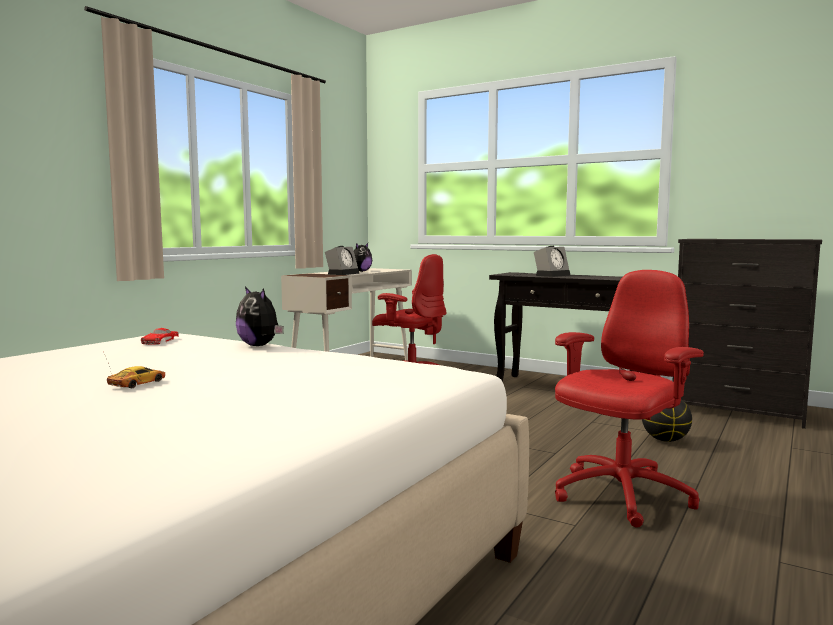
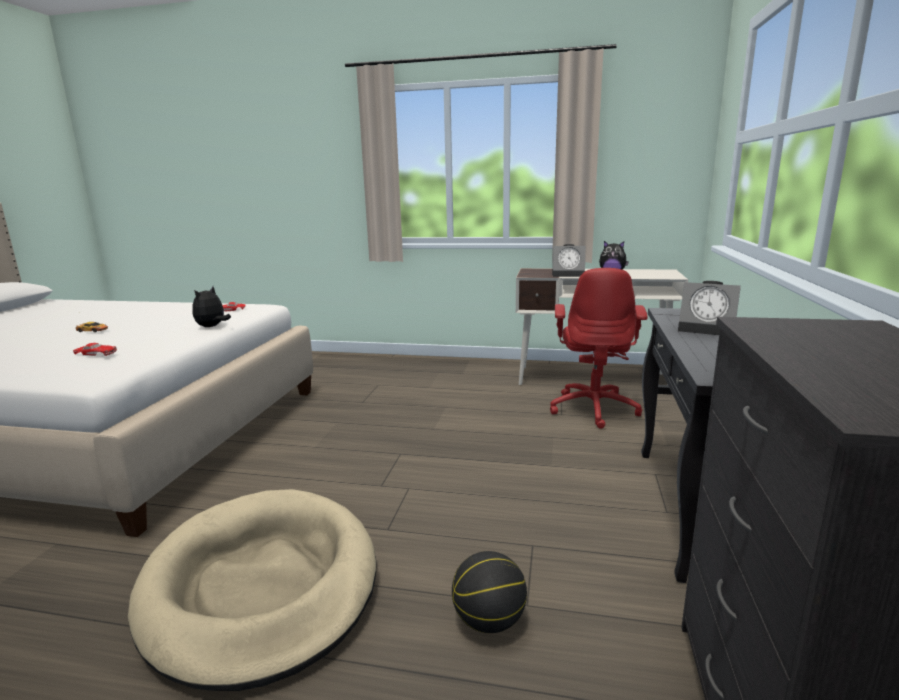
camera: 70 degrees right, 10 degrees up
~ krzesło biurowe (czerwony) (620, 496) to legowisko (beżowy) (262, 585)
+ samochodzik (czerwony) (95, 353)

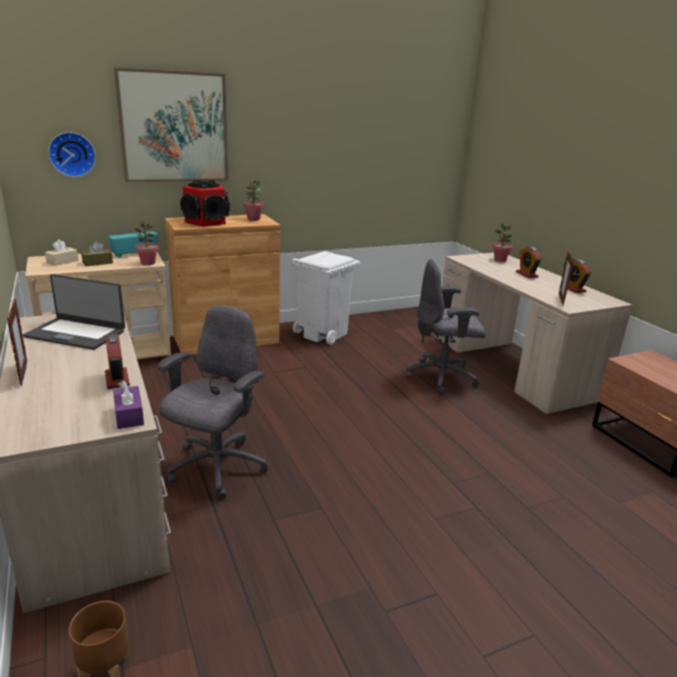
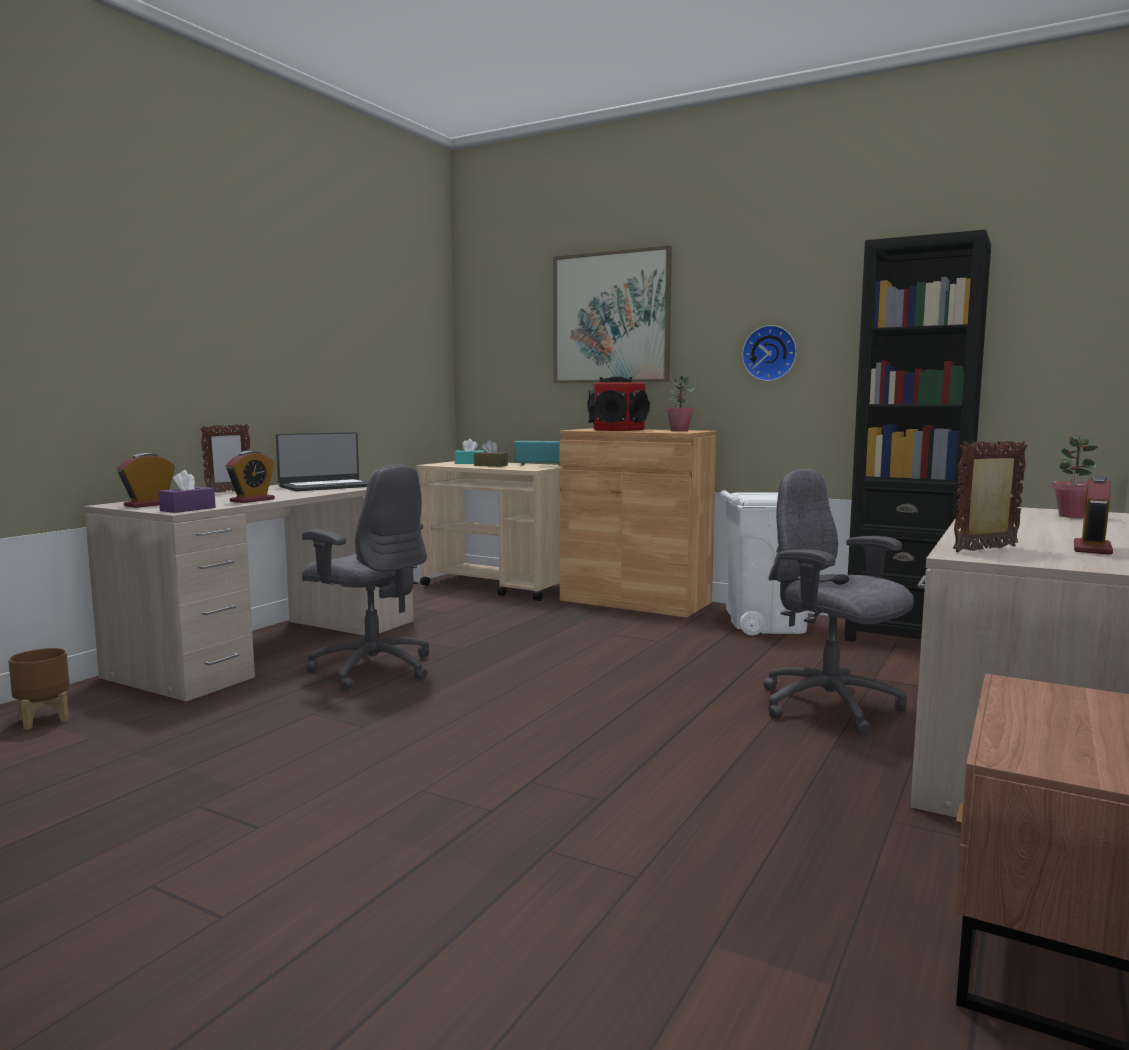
camera: 55 degrees right, 15 degrees down
~ laptop (76, 333) = (327, 486) 105 degrees counterclockwise
~ pudełko chusteczek (beżowy) (62, 262) to pudełko chusteczek (turkusowy) (470, 463)
~ zegar ścienny (72, 154) to (770, 353)
- roślina doniczkowa (148, 263)
~ krzesło biurowe (szary) (216, 468) = (372, 669) 45 degrees clockwise
~ budzik (526, 274) to (149, 505)
+ regał (czarny) (904, 637)

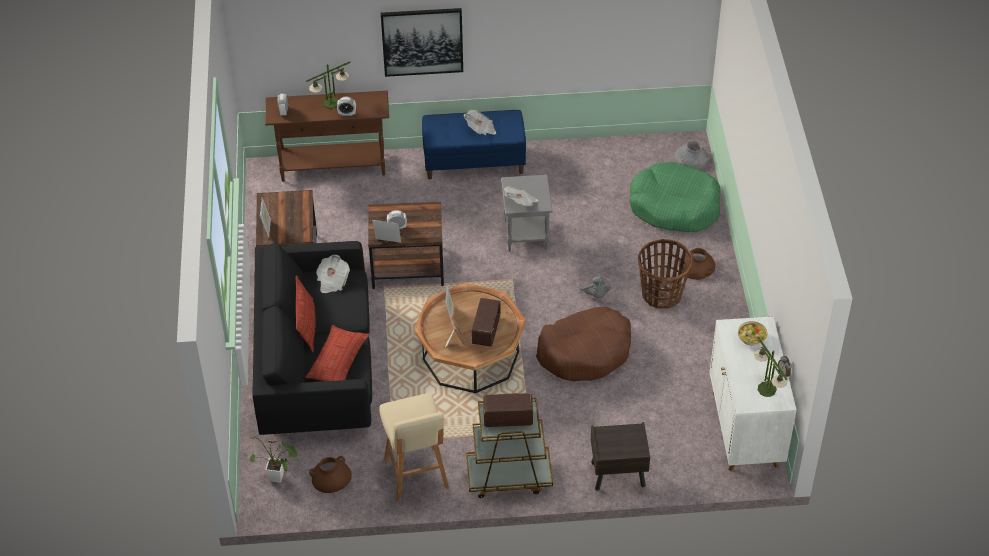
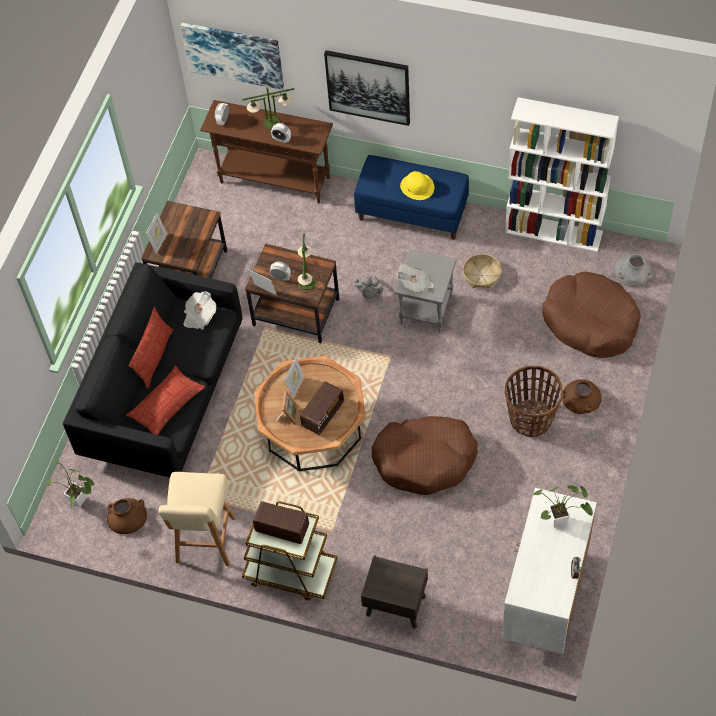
camera: 25 degrees right, 10 degrees up
~ gazeta (480, 129) to kapelusz (żółty) (417, 187)
~ pluszak (szary) (595, 294) to (368, 292)
~ legowisko (zielony) (674, 206) to legowisko (brązowy) (590, 322)
~ miska (752, 338) to roślina doniczkowa (561, 520)
~ lampa stołowa (766, 389) to (307, 282)
+ obraz (233, 54)
+ koszyk (481, 275)
+ regał (biały) (554, 232)

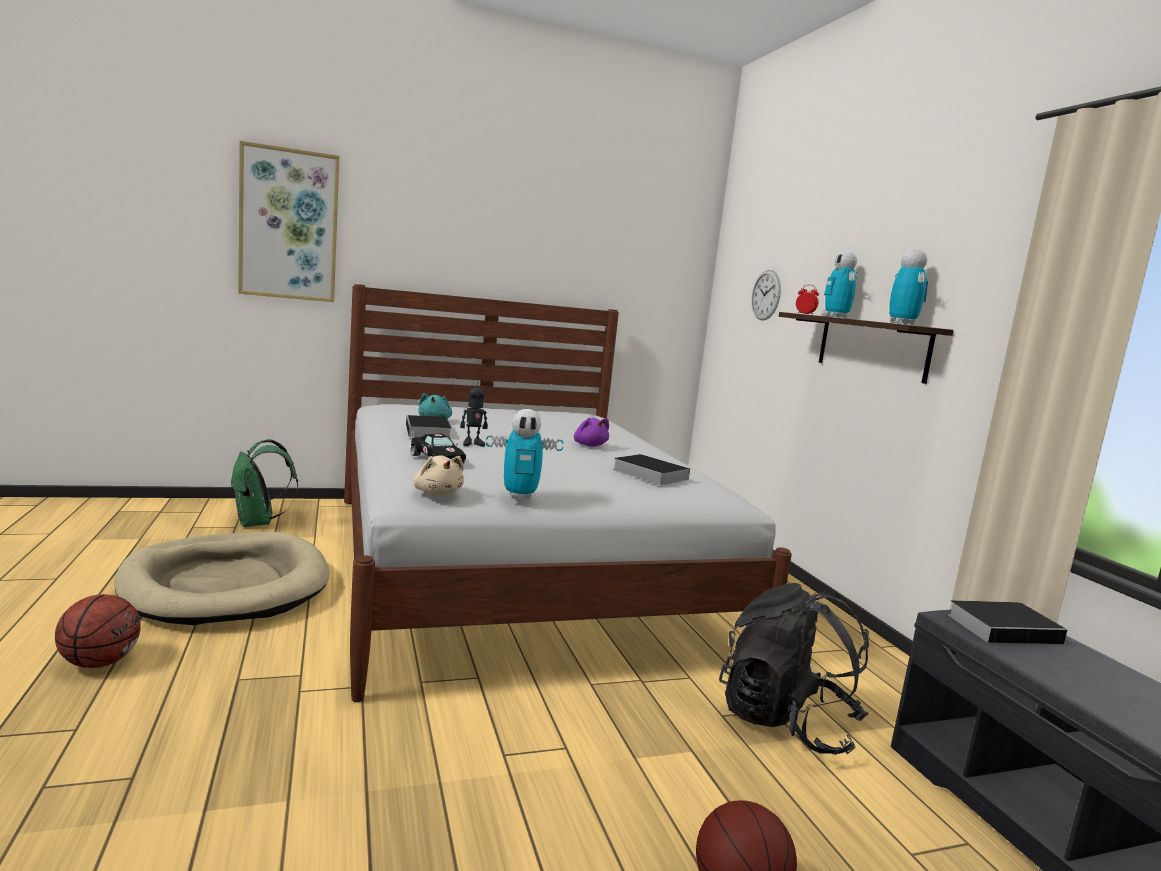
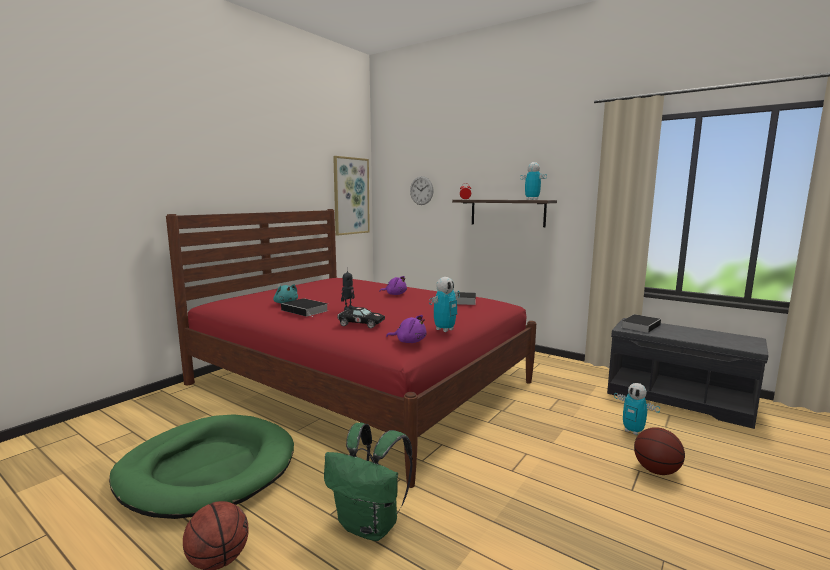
camera: 35 degrees left, 0 degrees up
~ legowisko (beżowy) (226, 585) to legowisko (zielony) (207, 469)
~ plecak (zielony) (258, 523) to (370, 525)
~ obraz (289, 225) to (351, 196)
~ łóżko (biały) (515, 568) to łóżko (czerwony) (360, 383)
~ pluszak (beżowy) (437, 493) to pluszak (fioletowy) (409, 341)
- plecak (czarny) (786, 722)
~ robot zabawkowy (836, 317) to (633, 431)

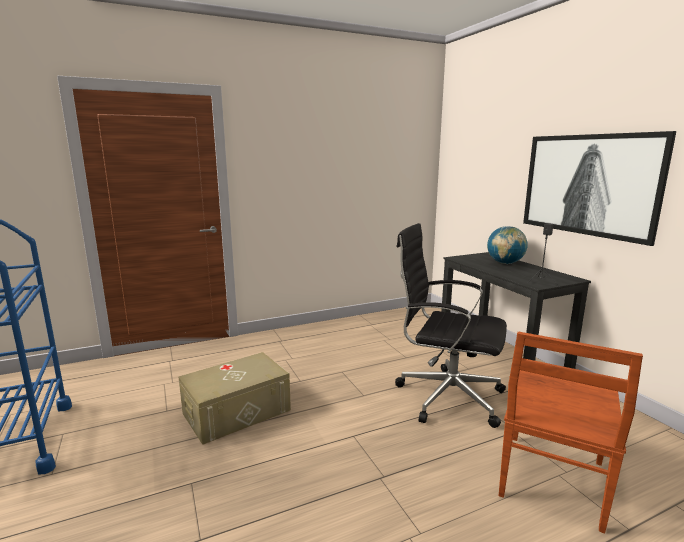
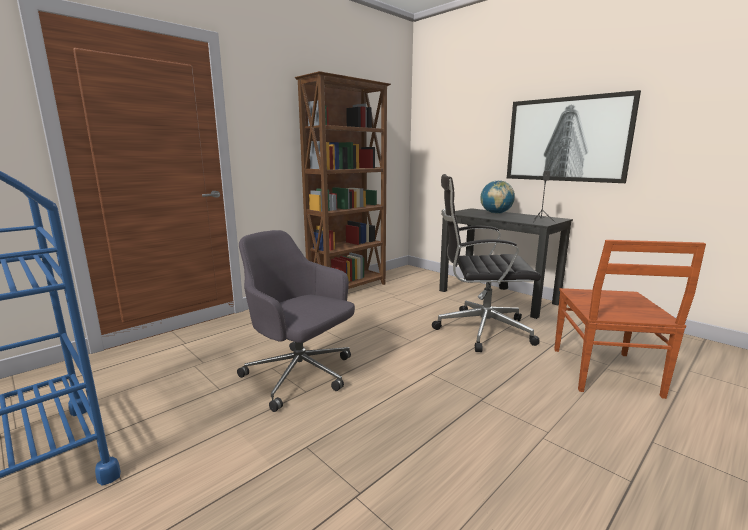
camera: 20 degrees left, 0 degrees up
~ pojemnik do przechowywania (beżowy) (237, 412) to krzesło biurowe (szary) (301, 375)
+ regał (brązowy) (349, 289)

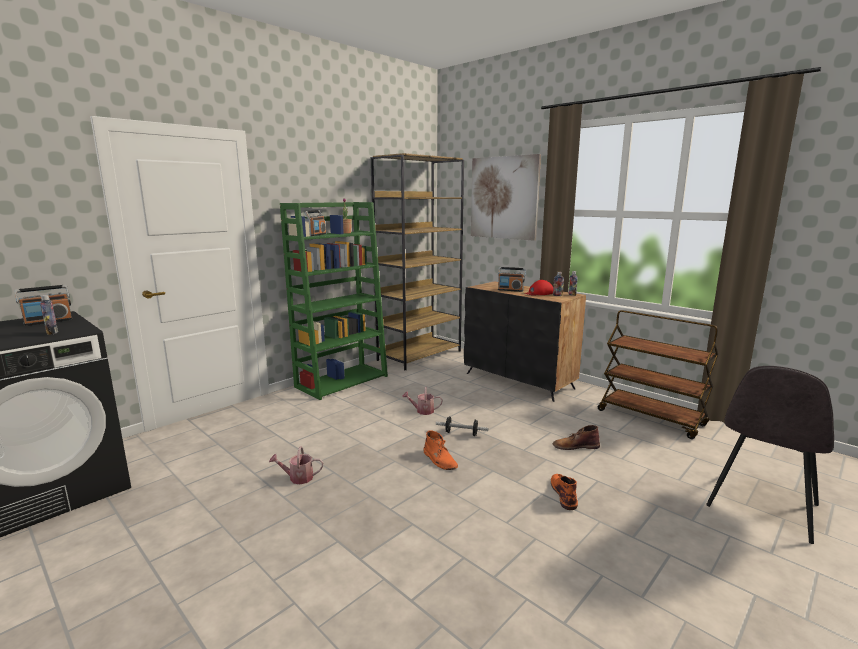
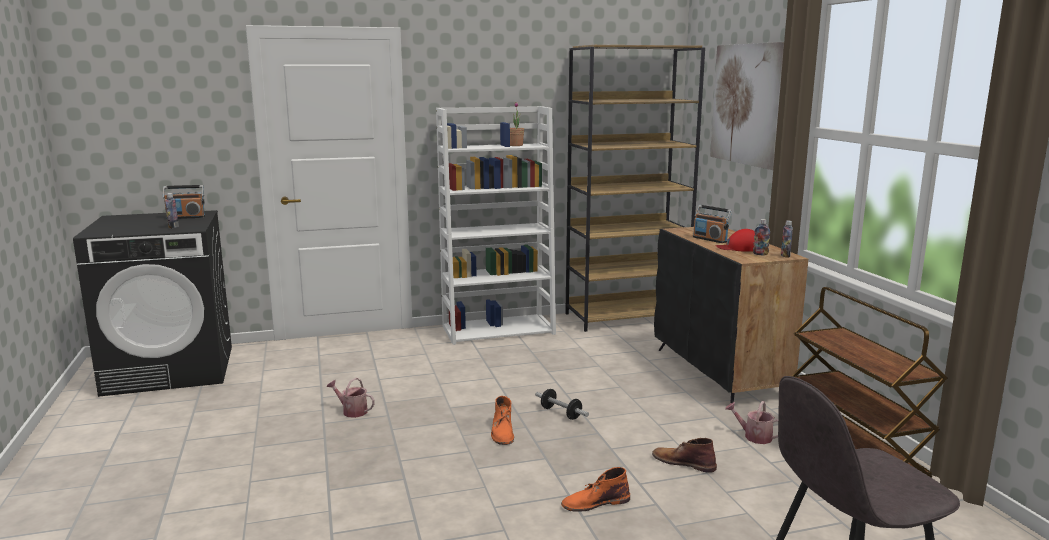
camera: 30 degrees right, 0 degrees up
~ regał (zielony) (342, 381) to regał (biały) (499, 329)
- radio (316, 235)
~ konewka (422, 411) to (754, 436)
~ but z cholewką (pomarańczowy) (563, 493) = (595, 502) 135 degrees counterclockwise

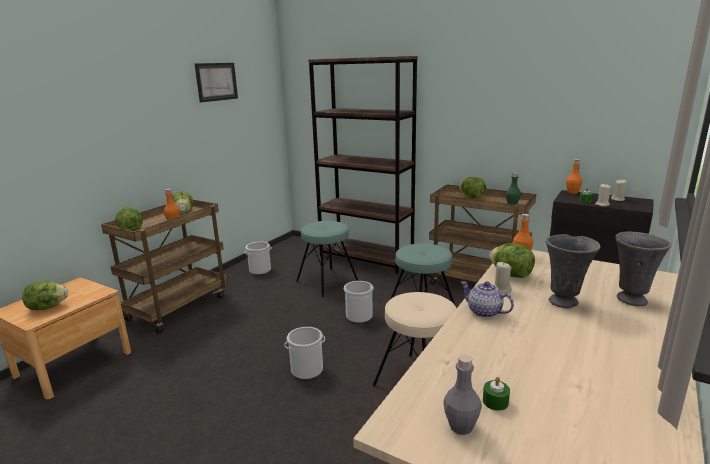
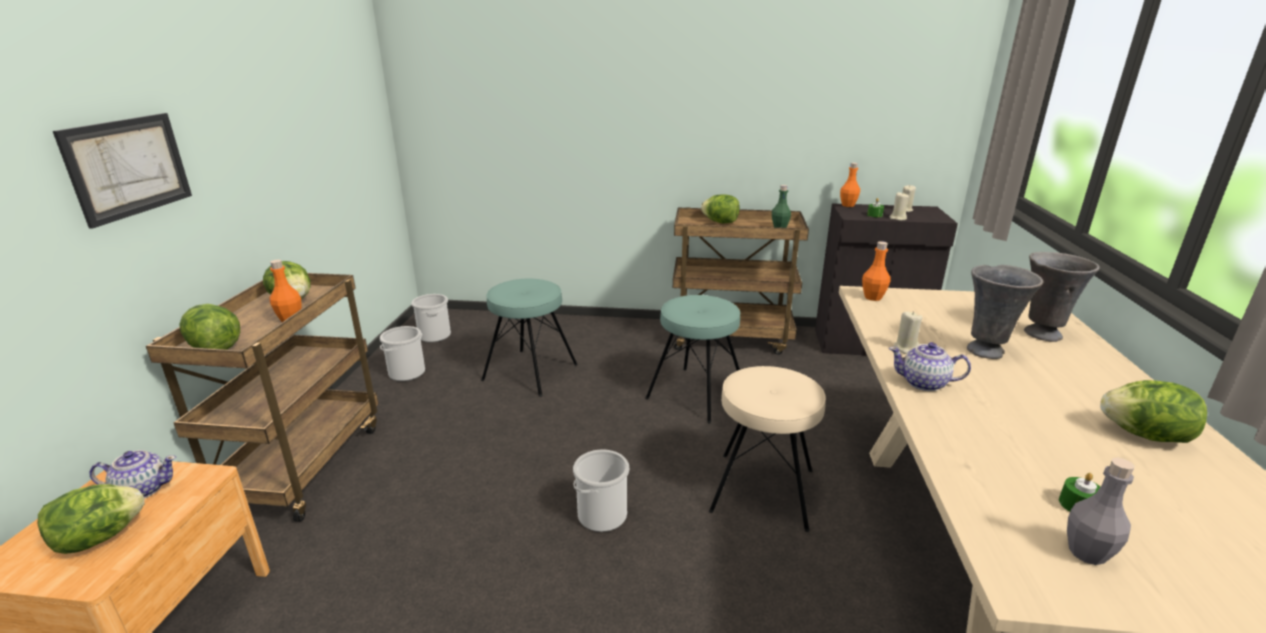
camera: 25 degrees left, 5 degrees up
~ obraz (216, 82) to (128, 167)
- regał (brązowy) (366, 258)
~ wiadro (359, 316) to (435, 336)
~ sałata (511, 274) to (1144, 435)
+ imbryk (143, 489)

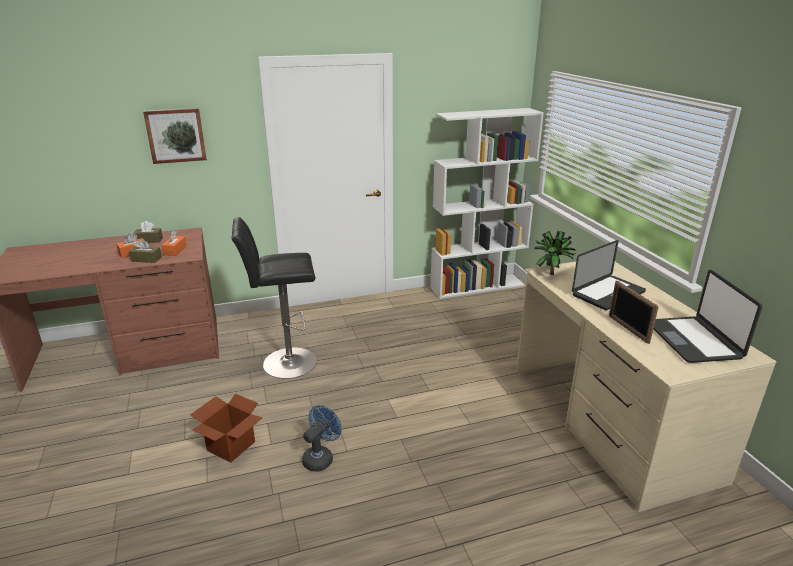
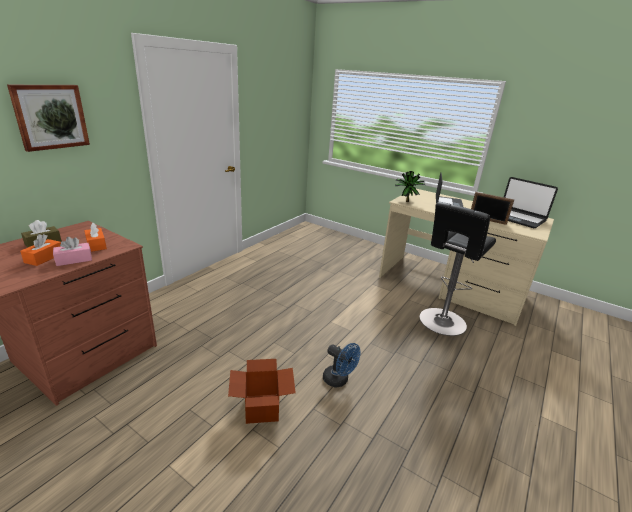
camera: 40 degrees left, 0 degrees up
~ pudełko chusteczek (brązowy) (146, 259) to pudełko chusteczek (różowy) (74, 260)
~ stołek (czarny) (285, 363) to (441, 323)
~ wentylator (niebieski) (321, 457) = (339, 380) 135 degrees clockwise
- regał (biały) (477, 286)

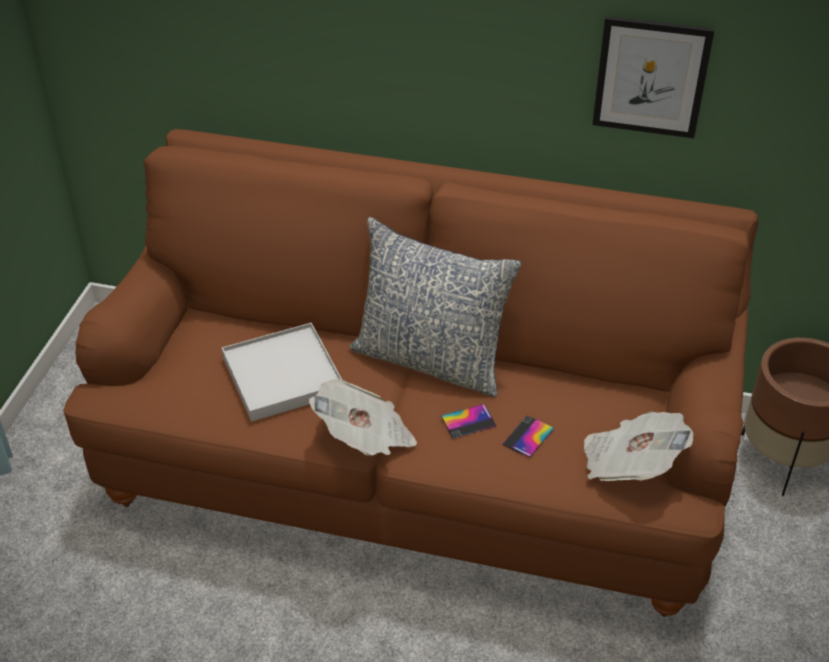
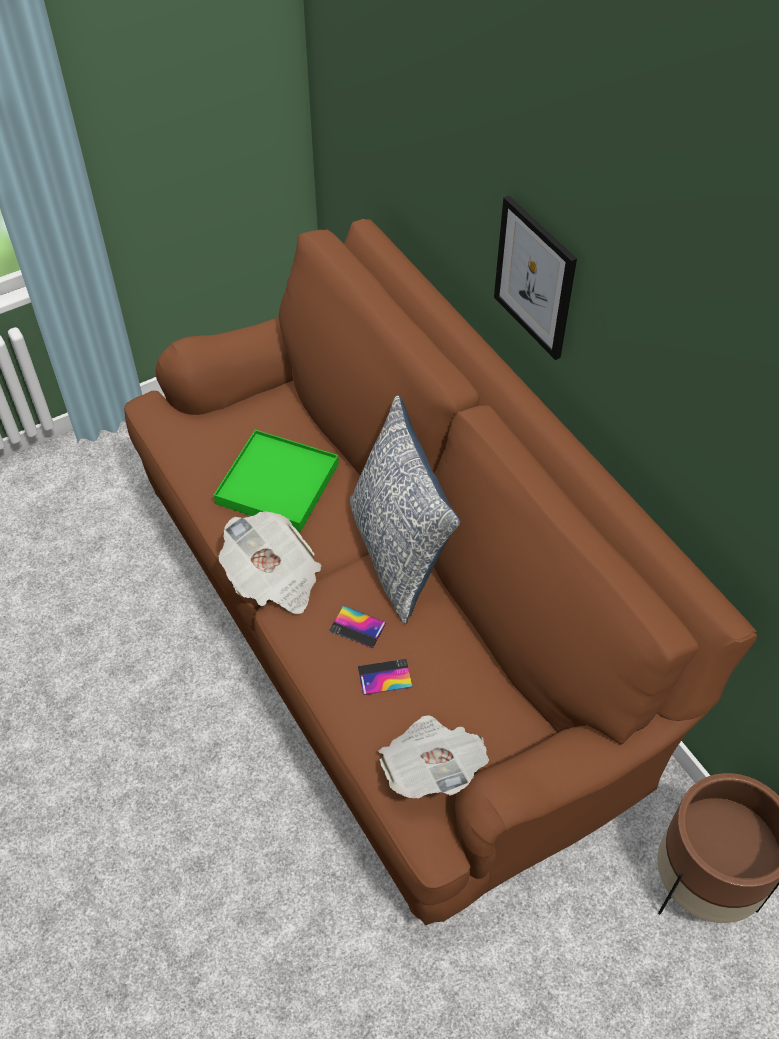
camera: 45 degrees right, 10 degrees up
~ taca (biały) (282, 375) to taca (zielony) (277, 483)
~ obraz (651, 77) to (535, 278)

